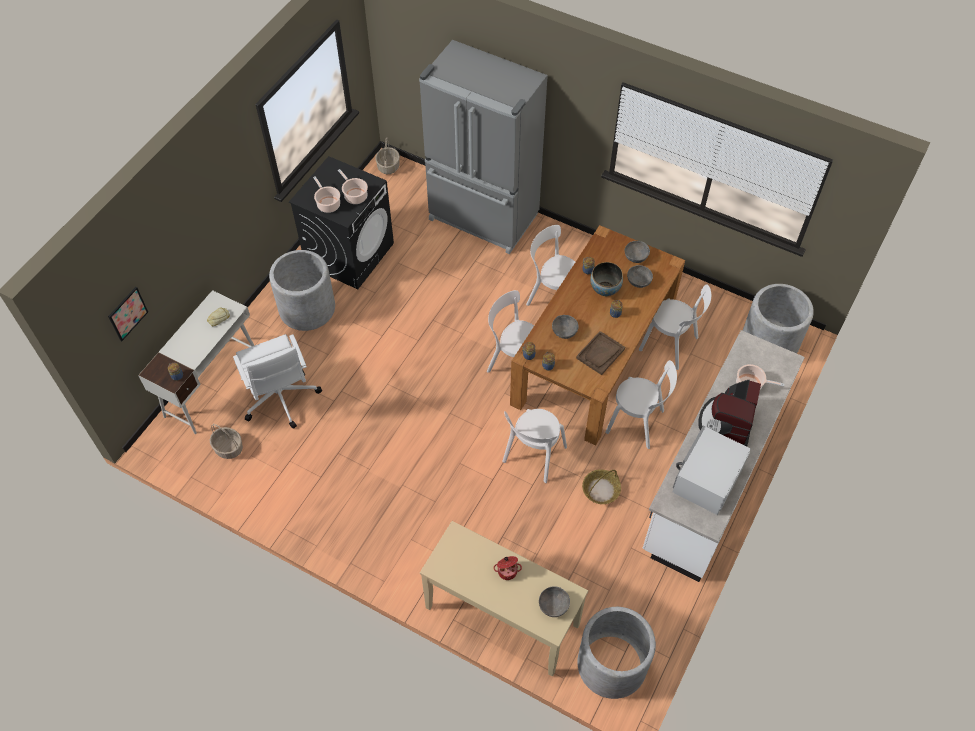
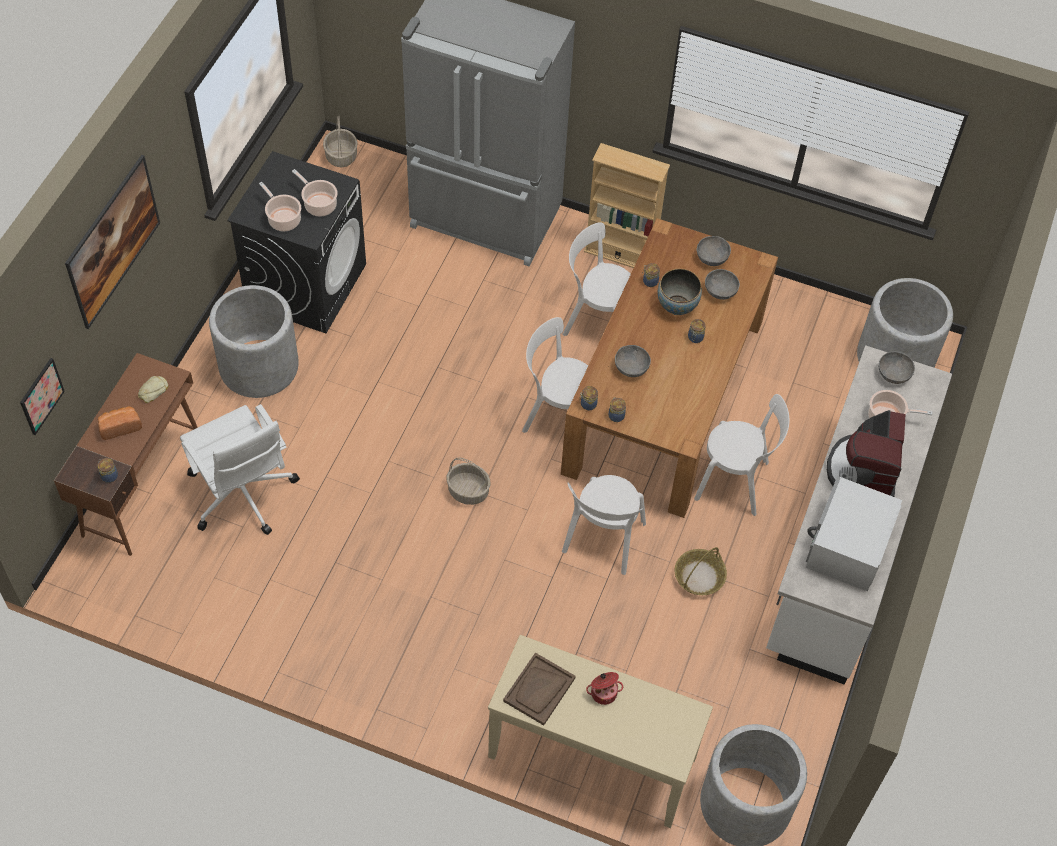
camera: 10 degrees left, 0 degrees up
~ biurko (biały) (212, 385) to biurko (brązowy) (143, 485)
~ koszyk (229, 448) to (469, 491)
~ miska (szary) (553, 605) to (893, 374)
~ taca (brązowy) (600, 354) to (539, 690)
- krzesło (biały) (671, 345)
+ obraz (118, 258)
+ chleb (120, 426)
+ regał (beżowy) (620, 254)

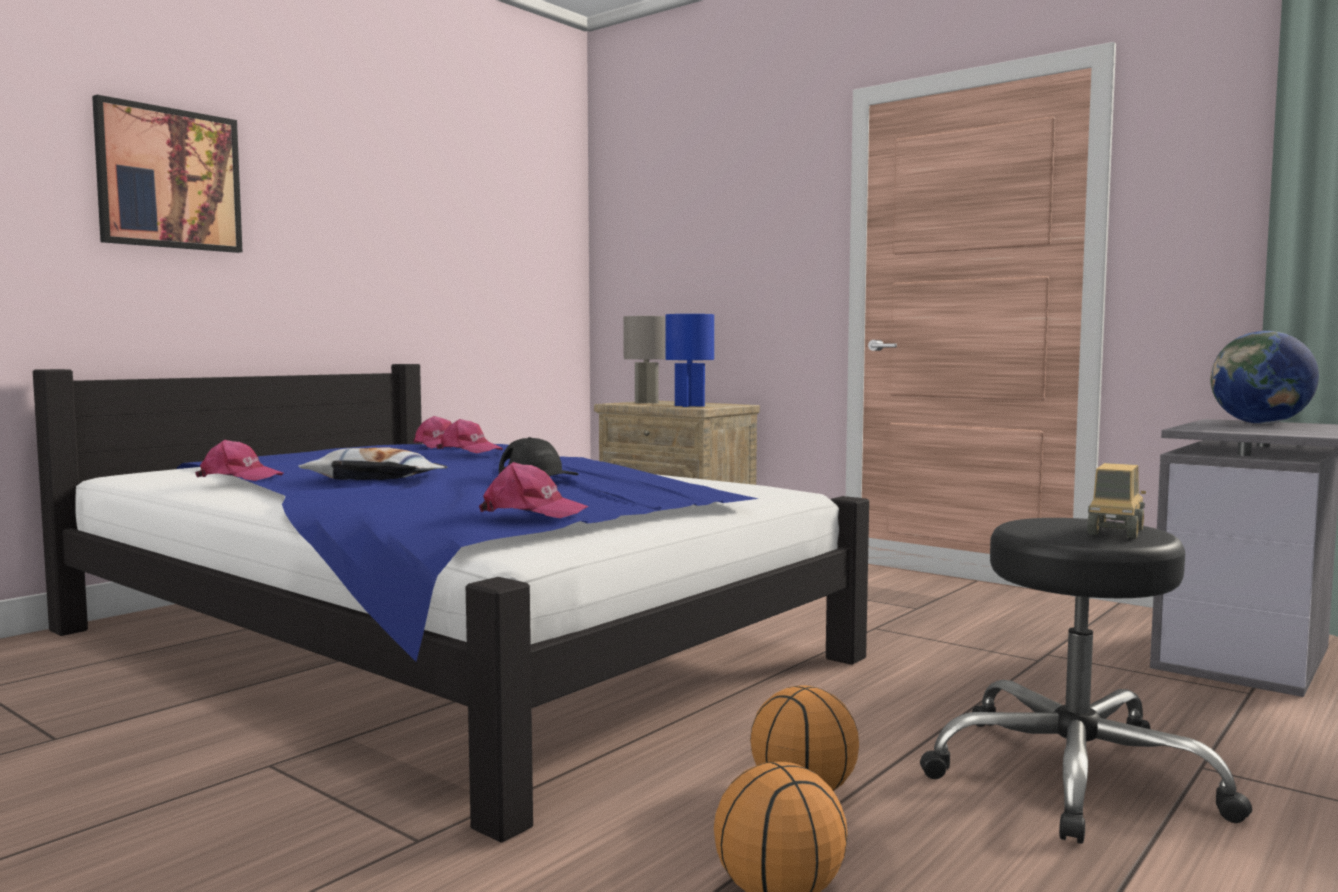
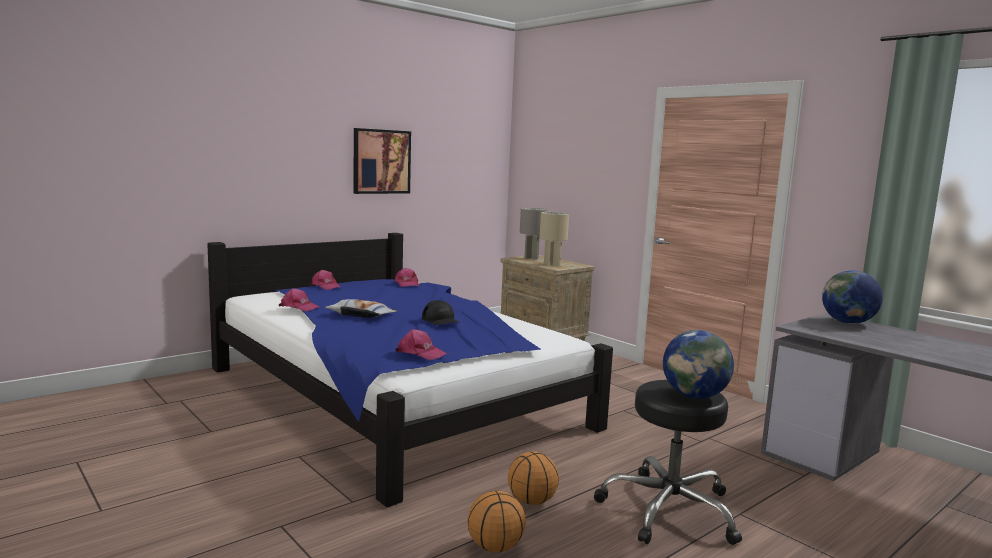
camera: 10 degrees right, 5 degrees up
~ obraz (169, 179) to (381, 161)
~ czapka z daszkiem (różowy) (469, 450) to (325, 286)
~ lampa stołowa (niebieski) (689, 406) to lampa stołowa (beżowy) (551, 265)
~ ciężarówka zabawkowa (1115, 532) to globus (694, 396)

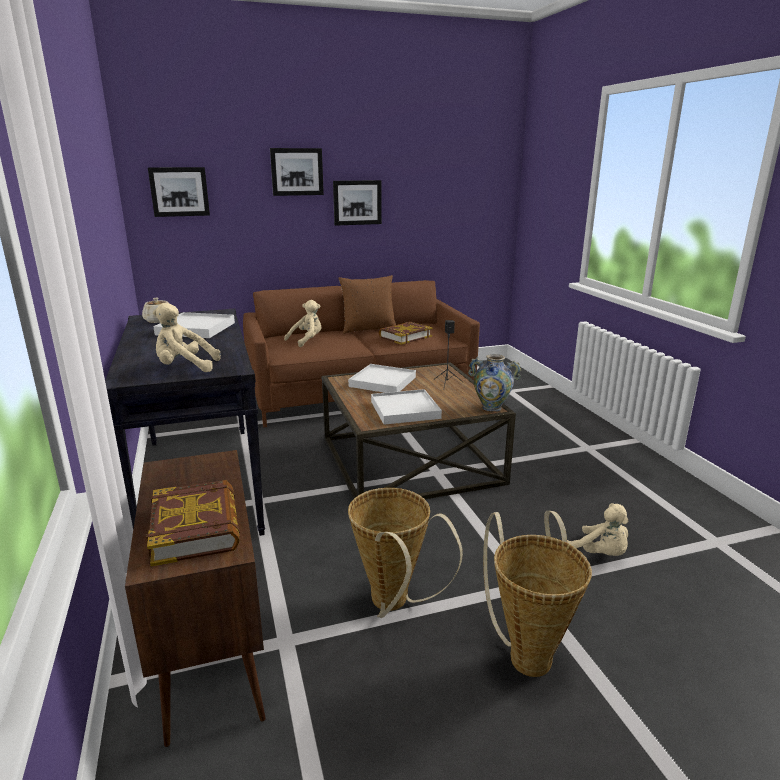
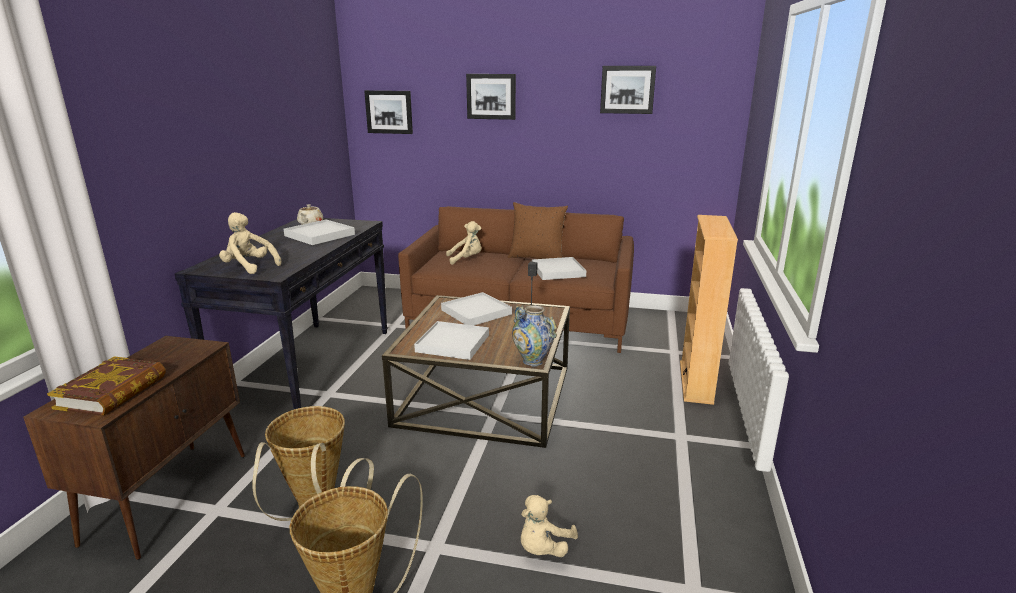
camera: 30 degrees right, 0 degrees up
~ obraz (357, 202) to (627, 89)
~ książka (405, 336) to taca (biały) (558, 271)
~ pluszak (beżowy) (600, 554) = (543, 548) 45 degrees clockwise
+ regał (beżowy) (696, 382)

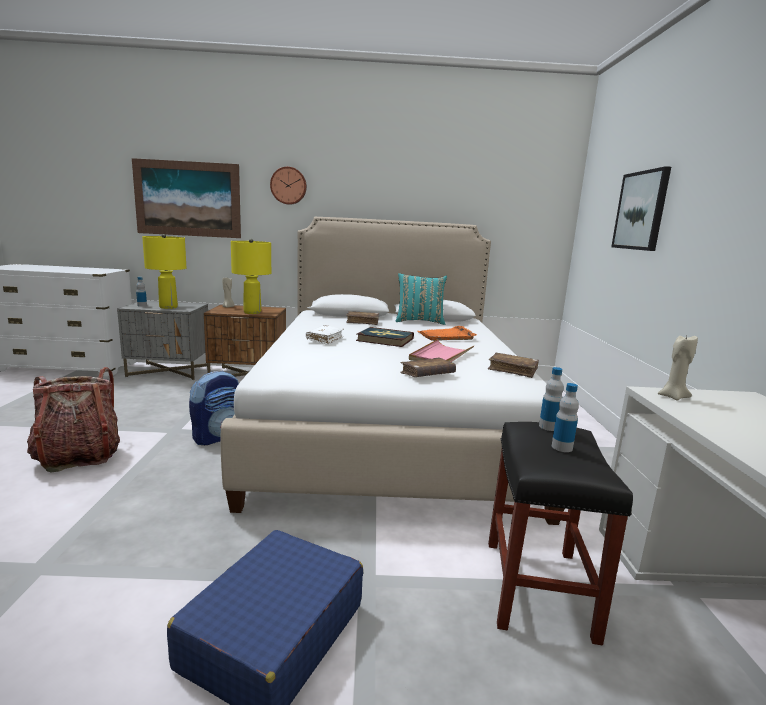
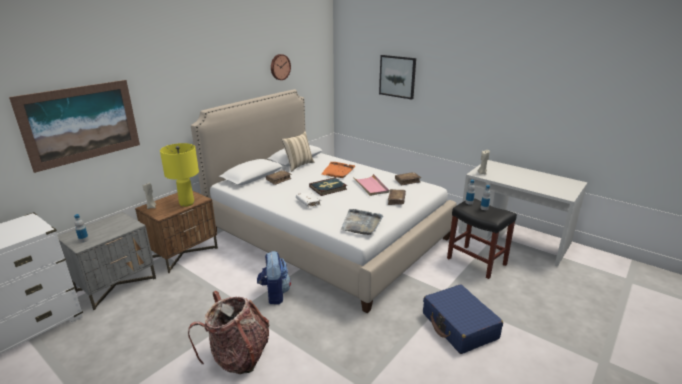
camera: 50 degrees left, 10 degrees up
- lampa stołowa (żółty) (168, 307)
~ zegar ścienny (288, 185) to (279, 67)
~ poduszka (turkusowy) (419, 321) to poduszka (beżowy) (298, 165)
+ taca (szary) (361, 223)

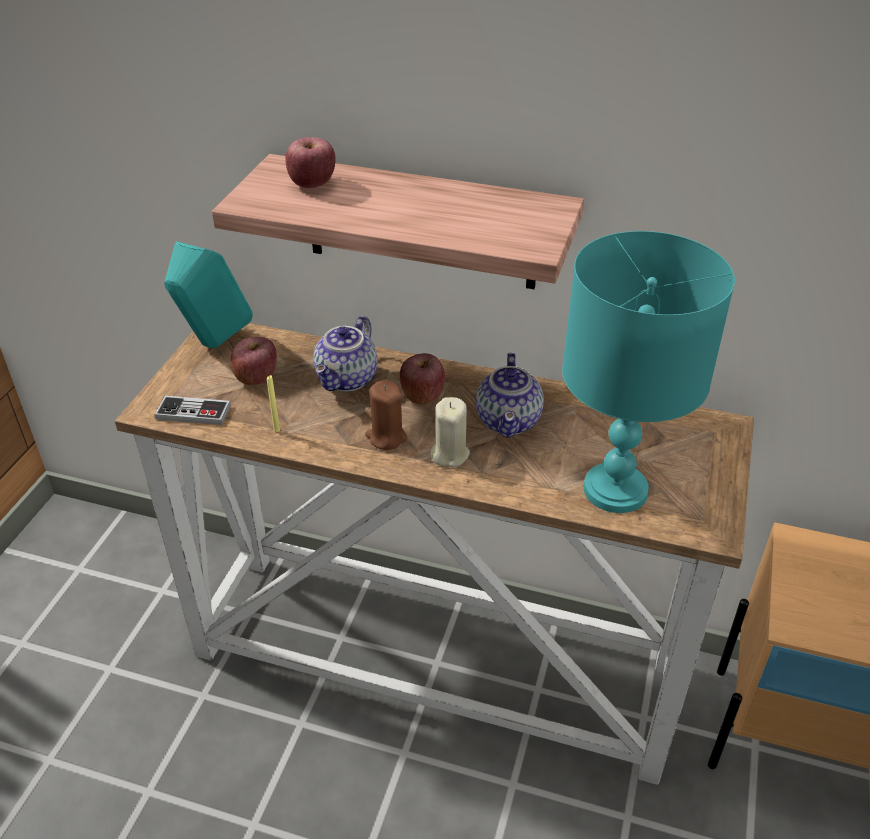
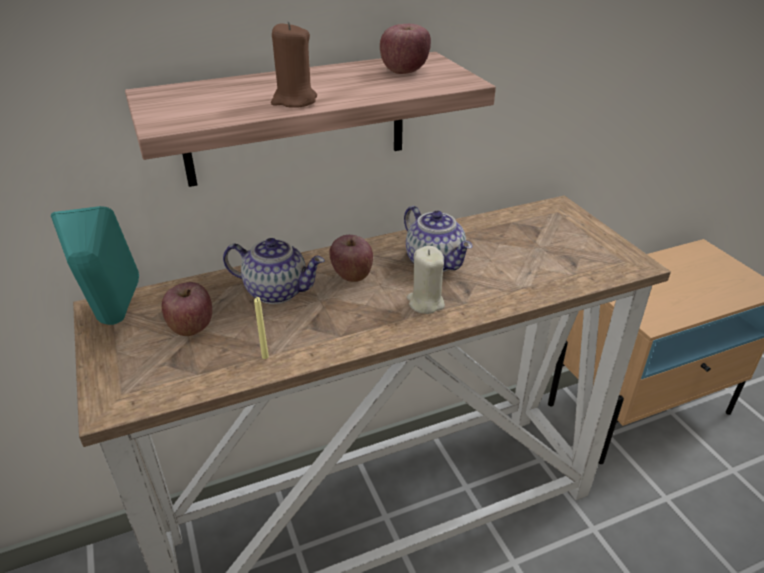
camera: 40 degrees left, 5 degrees down
- pad do gier (193, 412)
~ jabłko (312, 184) to (404, 71)
~ imbryk (348, 379) = (277, 291) 60 degrees counterclockwise
~ świeca (brązowy) (386, 437) to (294, 101)
- lampa stołowa (turkusowy) (615, 491)

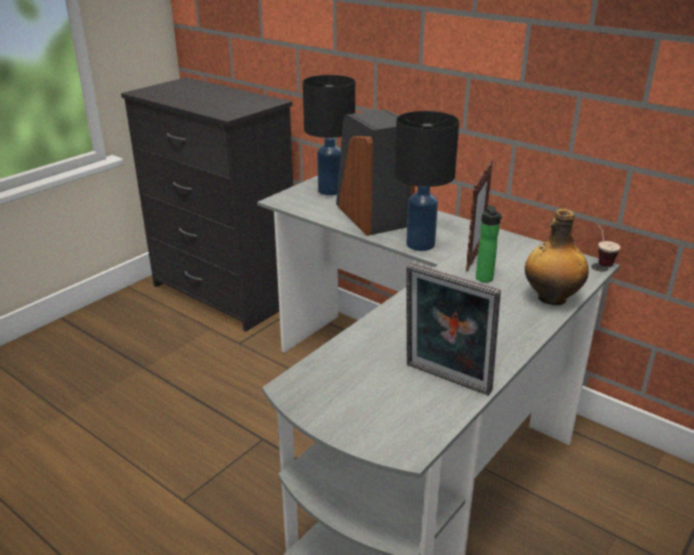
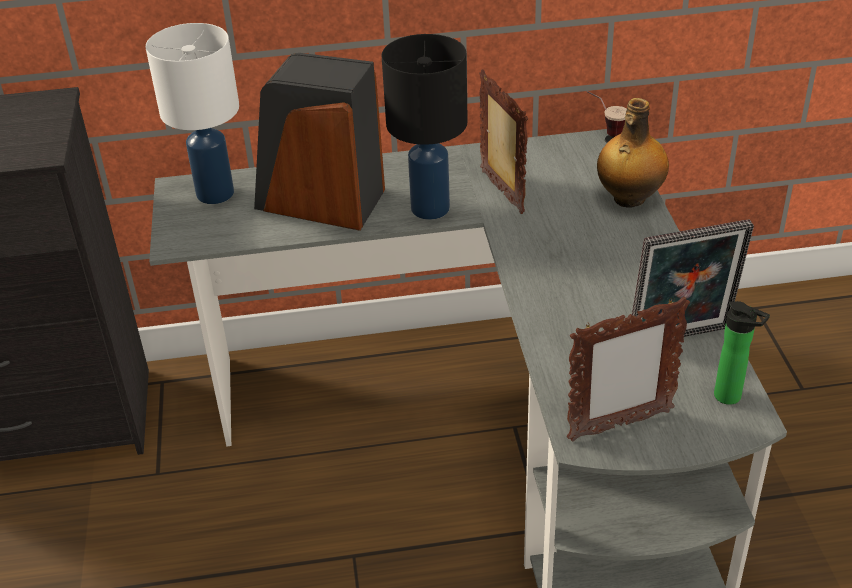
camera: 45 degrees left, 10 degrees up
~ lampa stołowa (czarny) (330, 190) to lampa stołowa (biały) (214, 193)
~ butelka (485, 279) to (731, 397)
+ ramka na zdjęcie (619, 425)

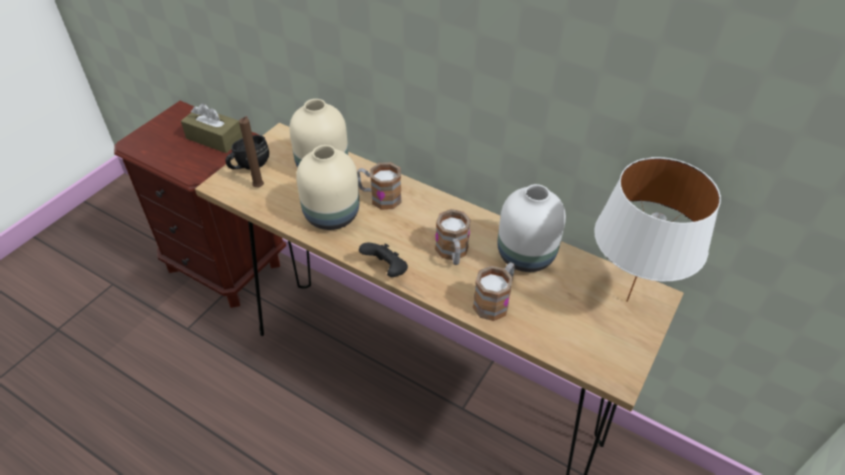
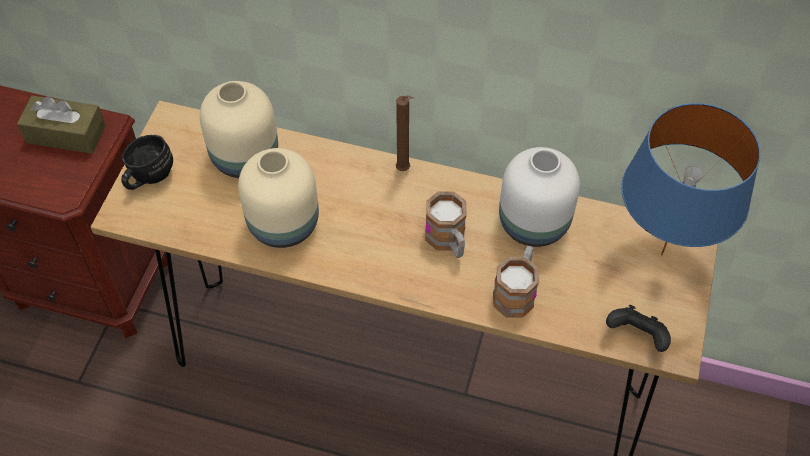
camera: 15 degrees left, 10 degrees up
~ świeca (brązowy) (259, 188) to (404, 170)
- kubek (379, 197)
~ pad do gier (czarny) (386, 270) to (636, 336)
~ lampa stołowa (biały) (625, 301) to lampa stołowa (niebieski) (660, 255)

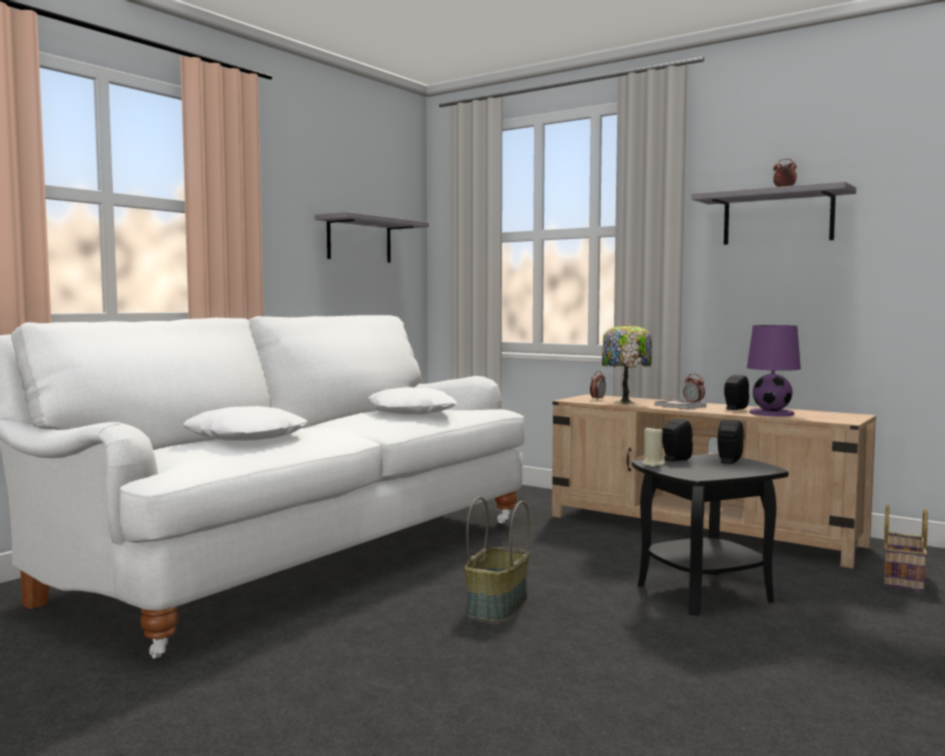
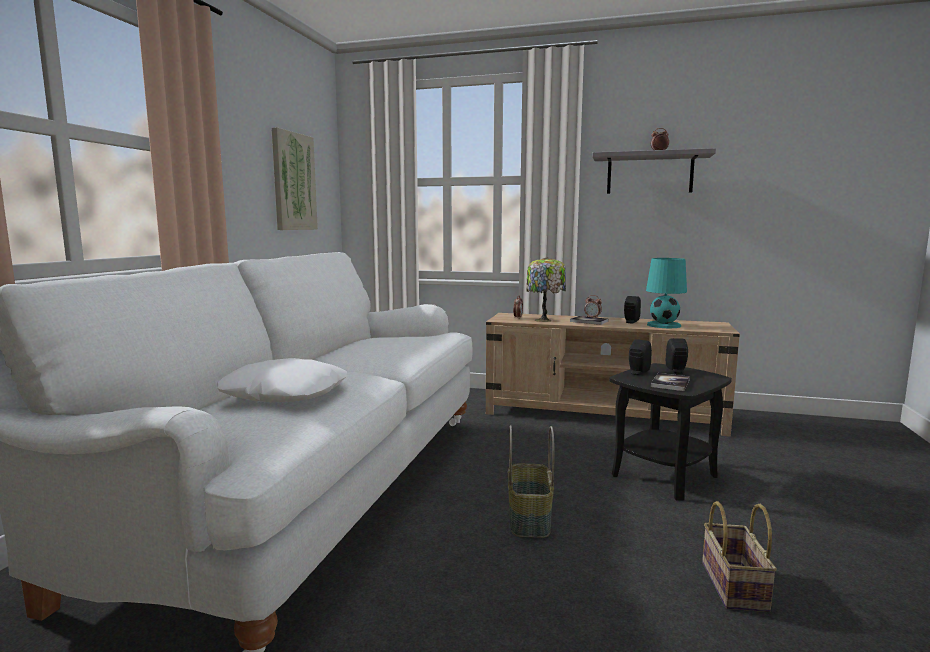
camera: 20 degrees left, 5 degrees up
~ półka (szary) (359, 240) to obraz (293, 182)
- poduszka (biały) (412, 412)
- świeca (beżowy) (653, 464)
~ lampa stołowa (fioletowy) (772, 413) to lampa stołowa (turkusowy) (664, 325)
~ koszyk (901, 578) to (731, 584)
+ książka (670, 383)

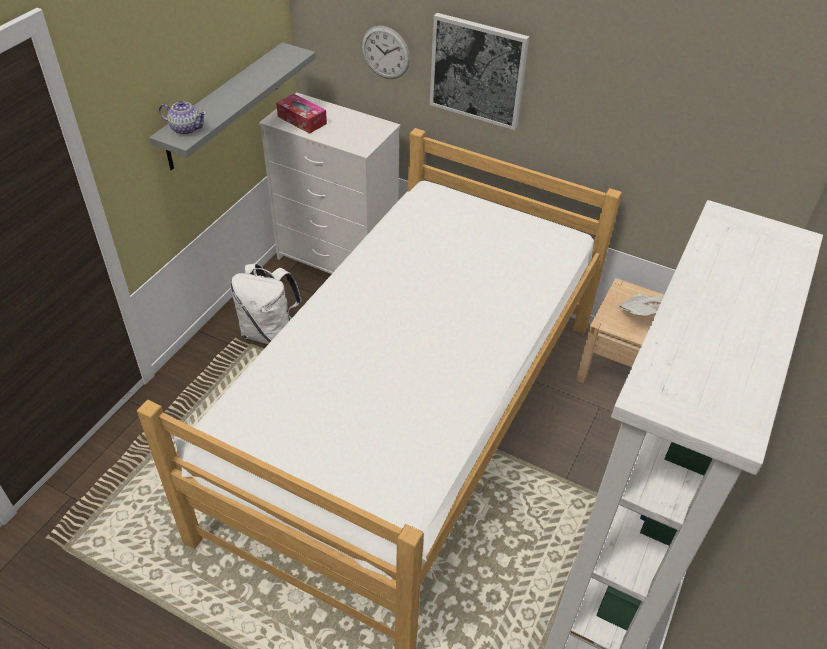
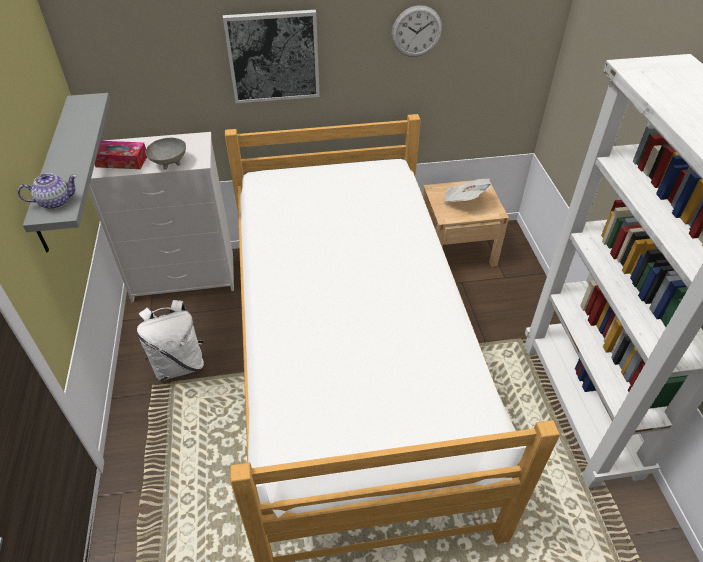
camera: 35 degrees left, 0 degrees up
~ zegar ścienny (385, 52) to (416, 31)
+ miska (szary) (169, 162)

